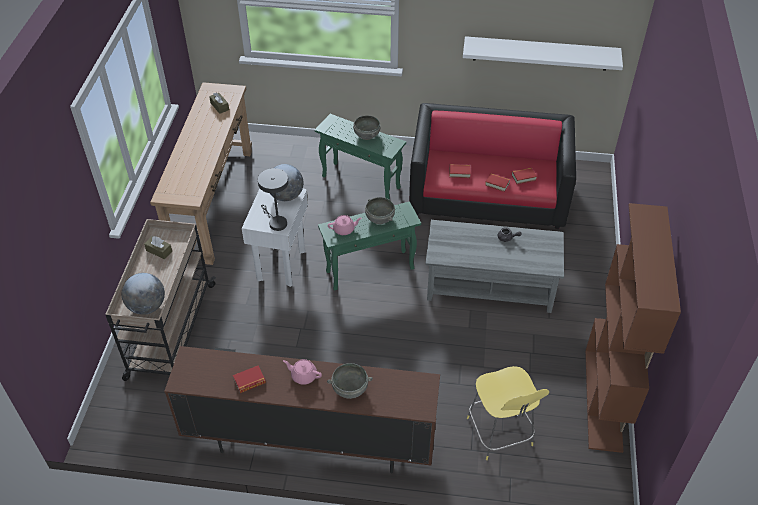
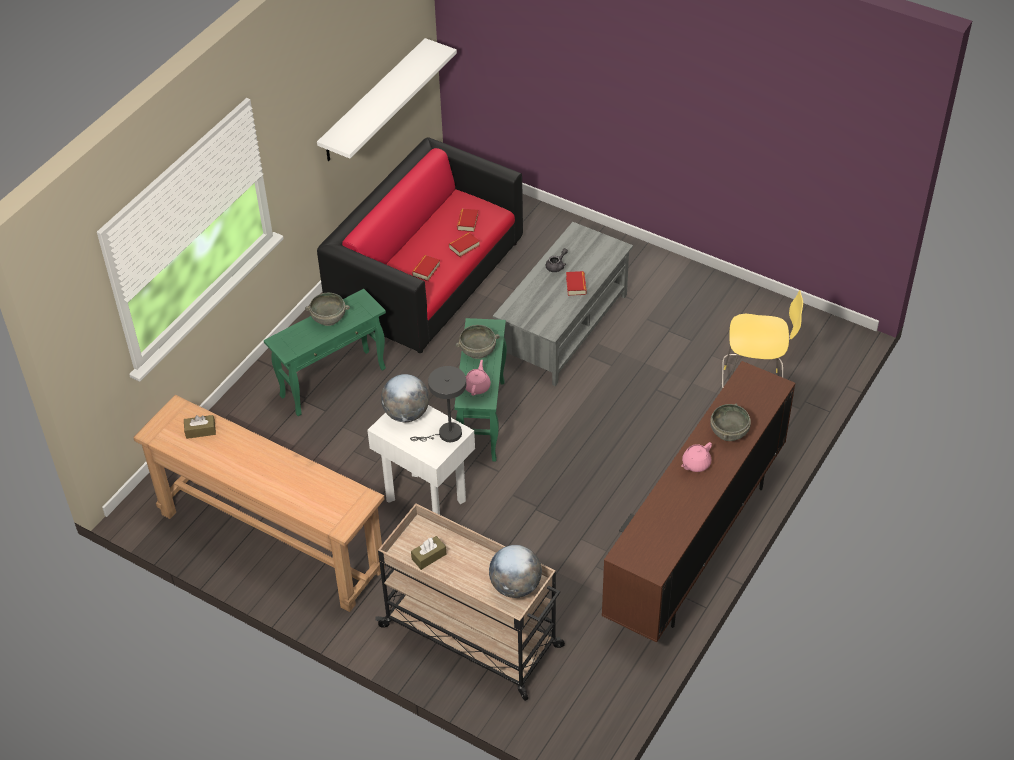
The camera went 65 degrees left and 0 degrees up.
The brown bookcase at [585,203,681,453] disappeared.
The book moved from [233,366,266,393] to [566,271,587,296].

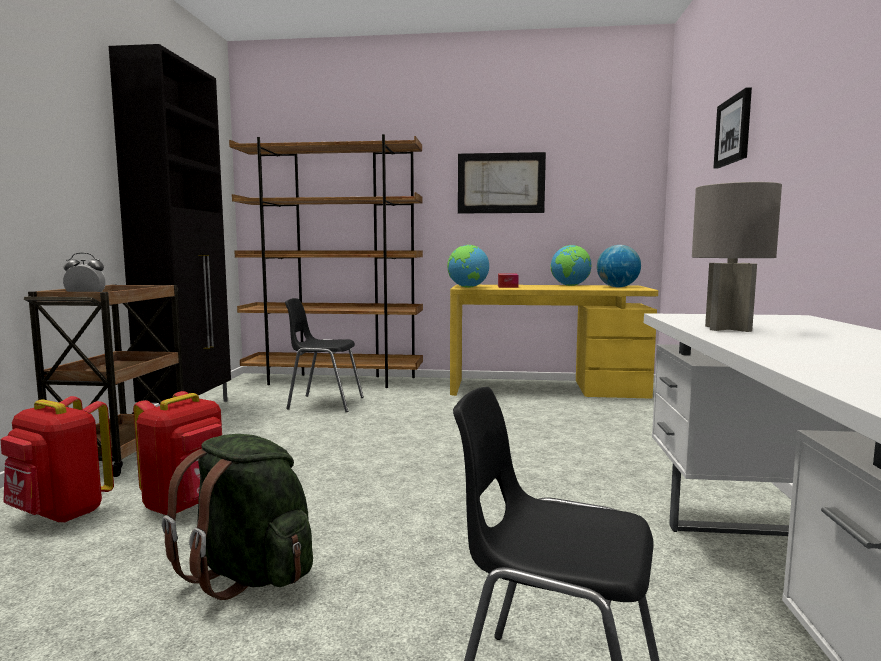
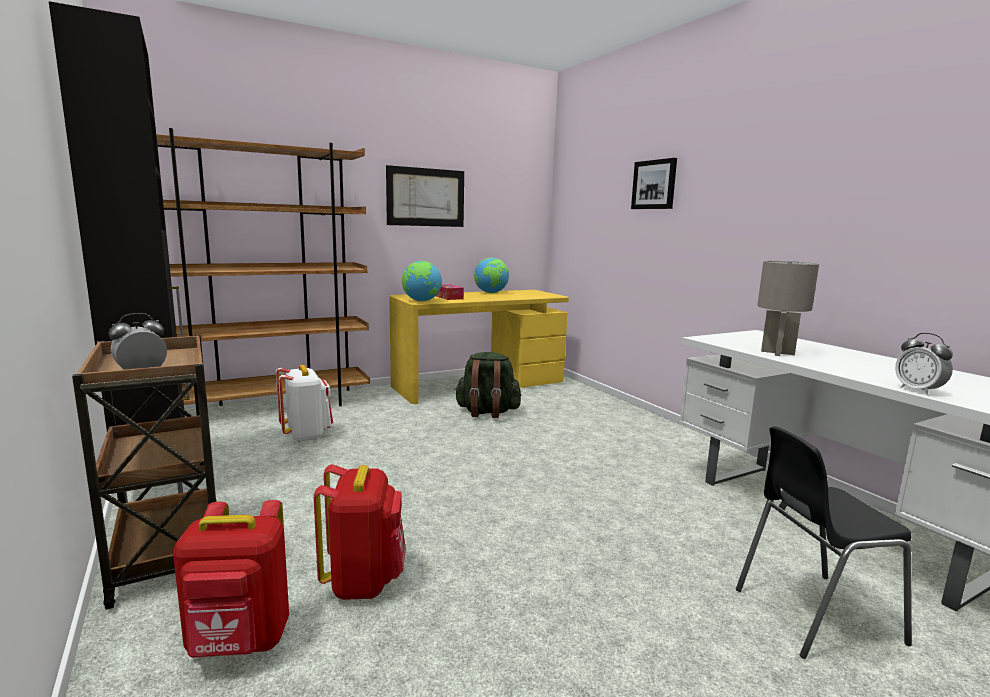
The camera went 35 degrees left and 5 degrees up.
The globe at [597,245,641,287] disappeared.
The alarm clock at [895,333,953,395] appeared.
The green backpack moved from [162,434,313,600] to [454,352,521,418].
The black chair at [285,298,364,412] was replaced by the white backpack at [276,365,333,443].

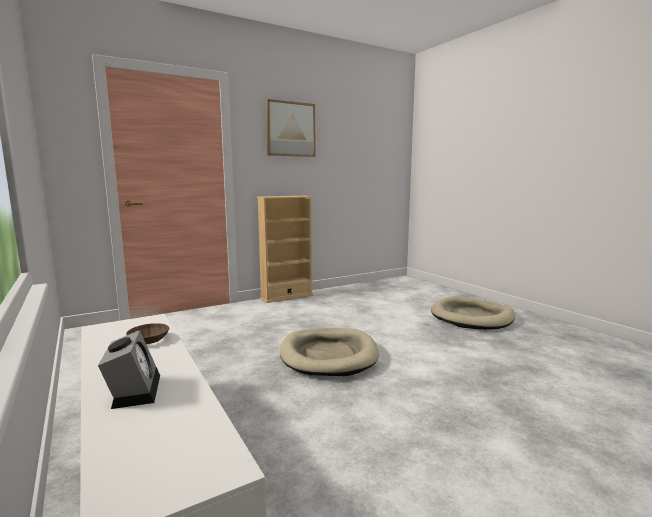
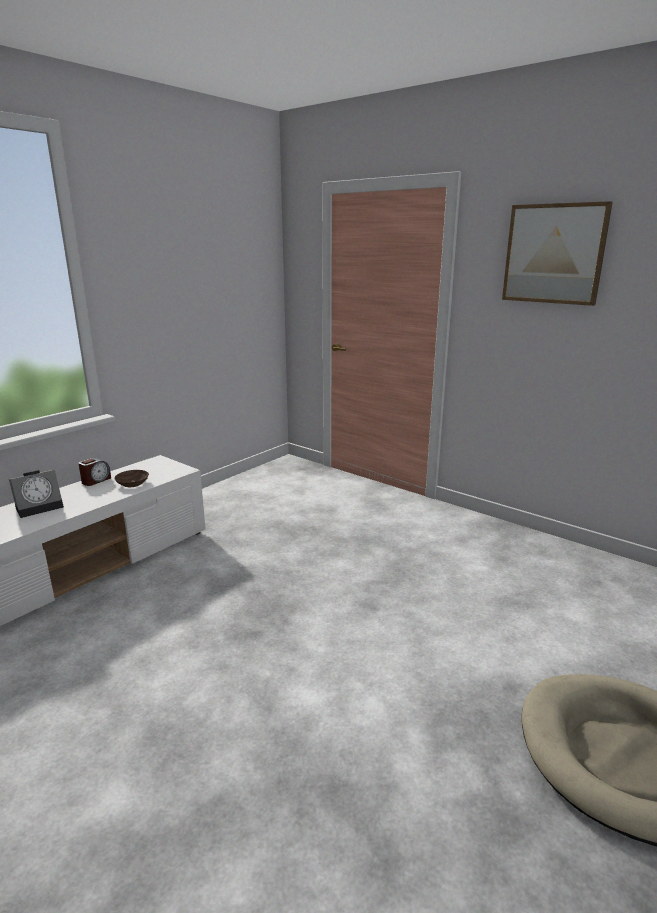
The camera went 70 degrees right and 10 degrees up.
The beige bookcase at [257,196,313,303] disappeared.
The beige dog bed at [280,328,379,376] disappeared.
The alarm clock at [78,458,111,486] appeared.

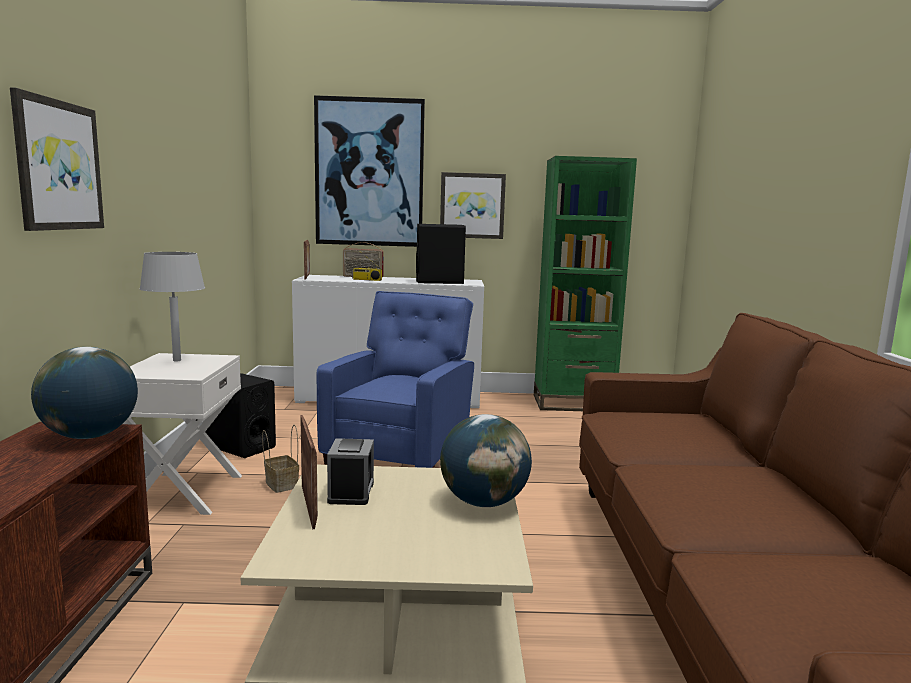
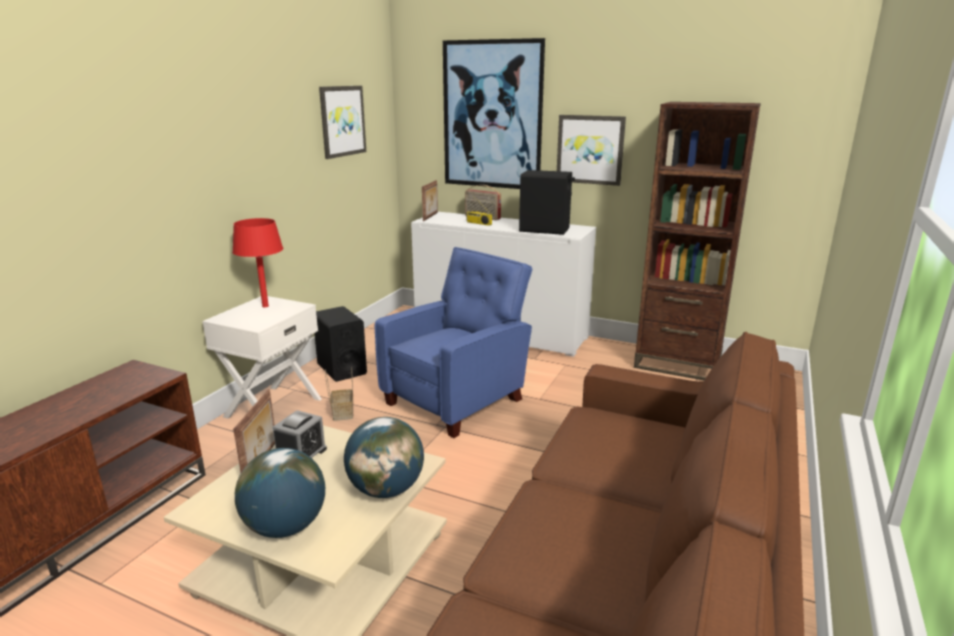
The camera went 25 degrees right and 10 degrees up.
The picture moved from [10,87,104,231] to [319,86,366,159].
The globe moved from [31,347,138,439] to [235,448,325,538].
The grey table lamp at [139,252,205,361] became the red table lamp at [232,218,283,307].
The green bookcase at [534,156,637,411] became the brown bookcase at [634,102,761,380].

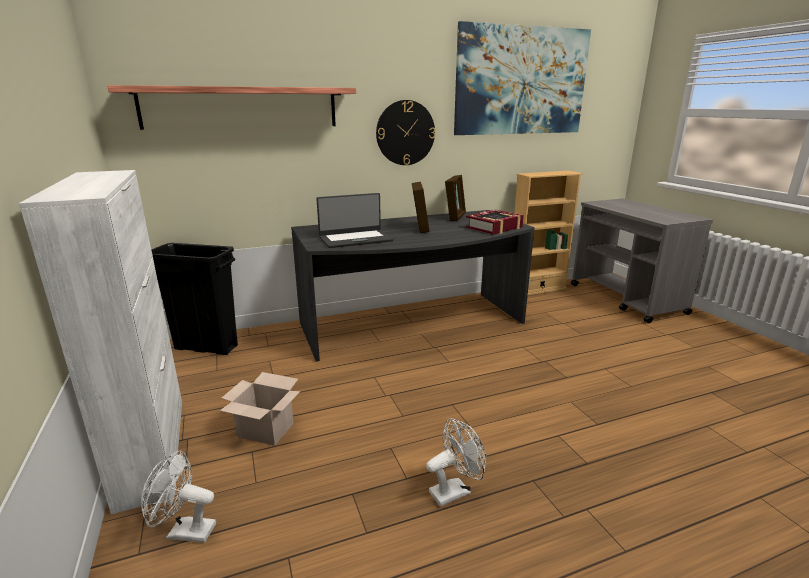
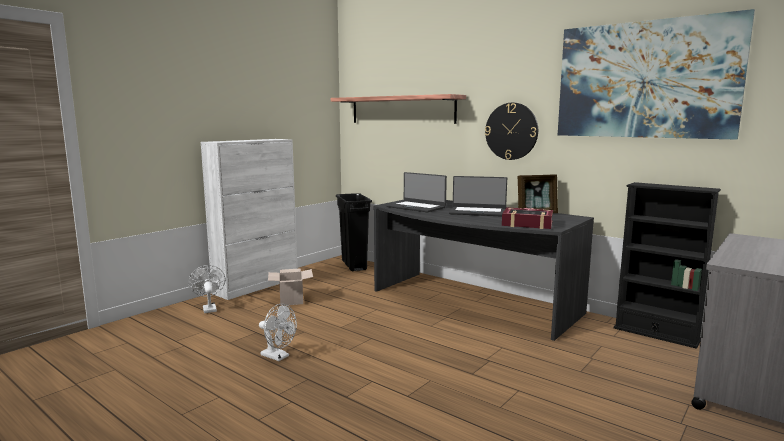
The camera went 60 degrees right and 10 degrees down.
The picture frame at [412,182,430,233] was replaced by the laptop at [449,176,507,216].
The beige bookcase at [514,171,583,296] became the black bookcase at [614,182,721,349].

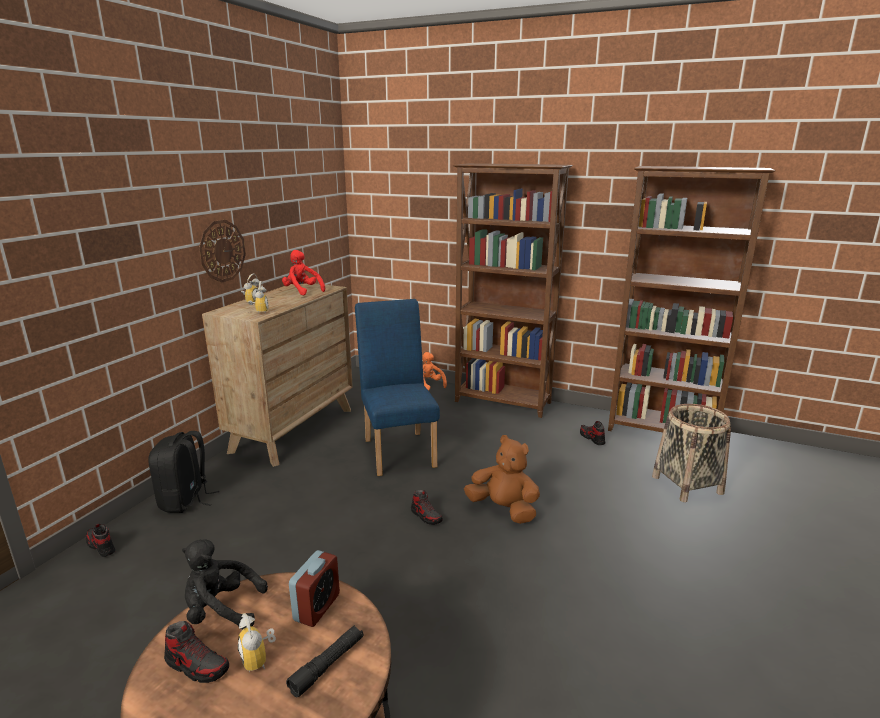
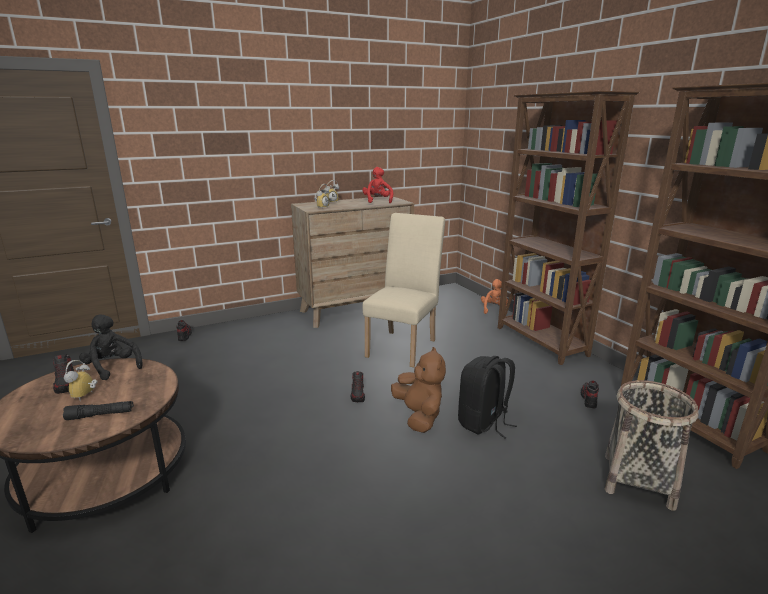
The camera went 40 degrees right and 0 degrees up.
The wall clock at [199,220,246,283] disappeared.
The alarm clock at [289,550,340,627] disappeared.
The black backpack moved from [148,431,219,513] to [458,356,517,439].
The blue chair at [355,299,440,476] became the beige chair at [363,213,445,367].

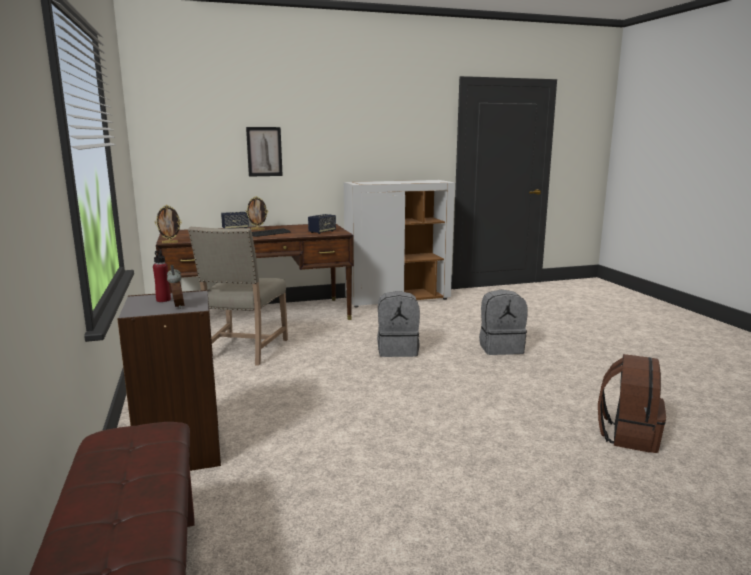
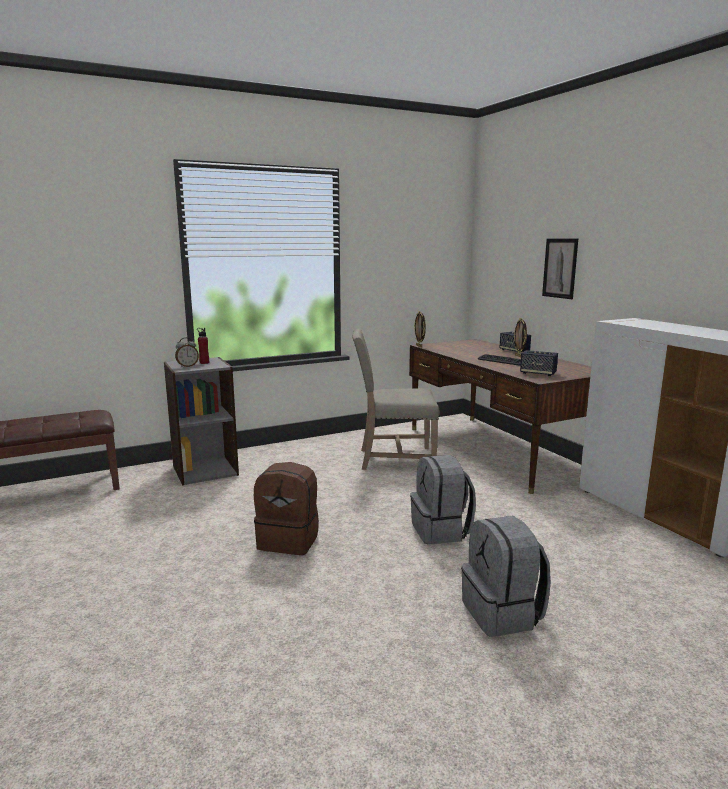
The camera went 80 degrees right and 0 degrees up.
The brown backpack moved from [598,354,666,453] to [254,462,319,555].

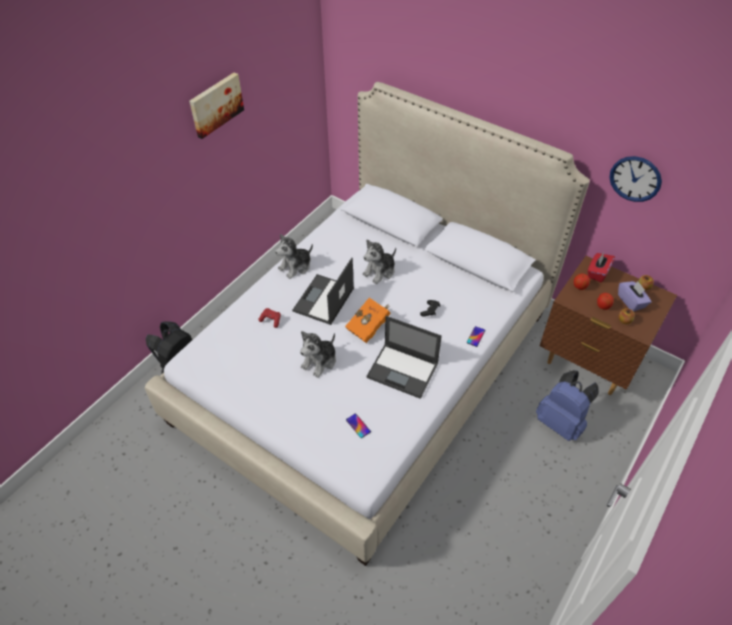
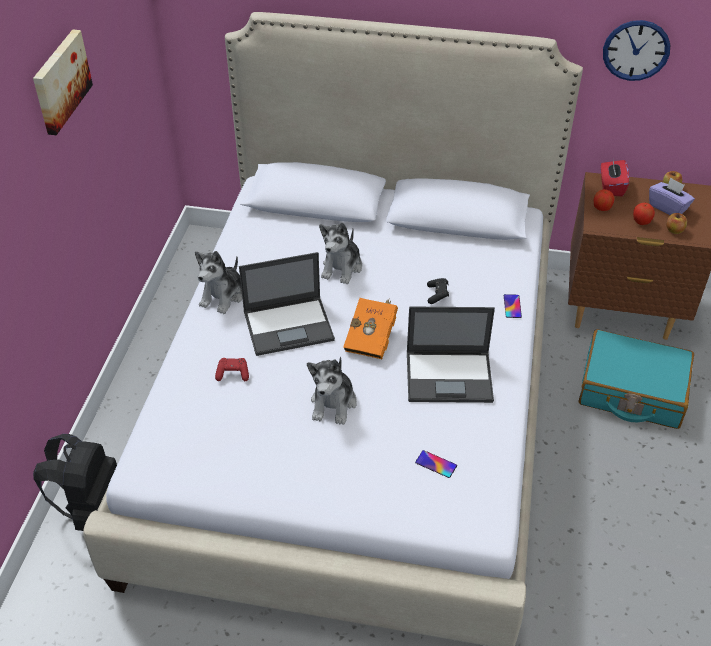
The camera went 25 degrees left and 5 degrees down.
The blue backpack at [536,370,599,441] was replaced by the turquoise suitcase at [579,329,694,429].
The laptop at [292,258,354,325] turned 105 degrees counterclockwise.

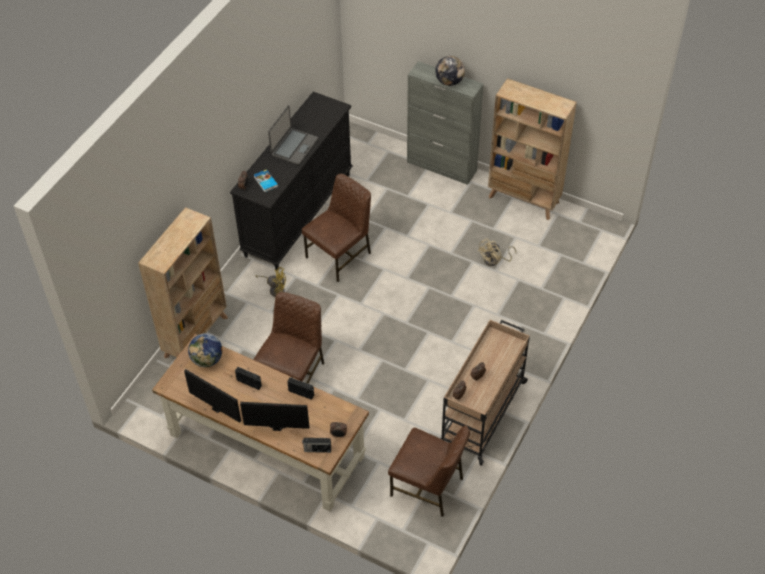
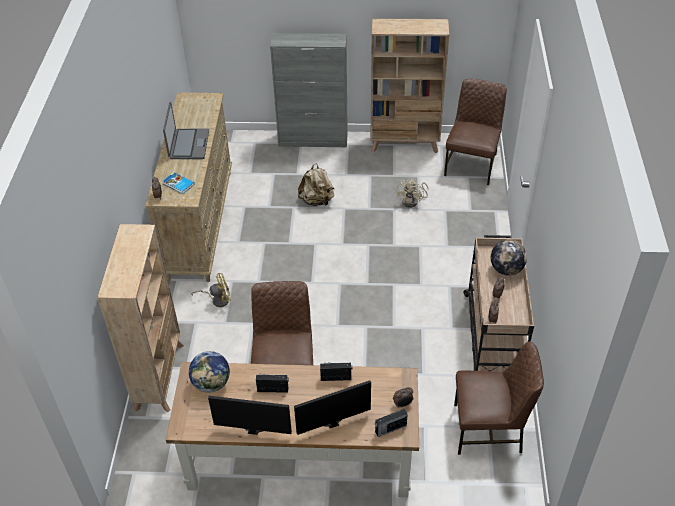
The camera went 25 degrees left and 5 degrees down.
The beige backpack at [298,164,334,206] appeared.
The brown chair moved from [302,174,371,282] to [444,78,507,185].
The globe moved from [435,56,465,86] to [491,239,527,275].
The black dresser at [230,92,353,271] became the beige dresser at [146,92,232,282].

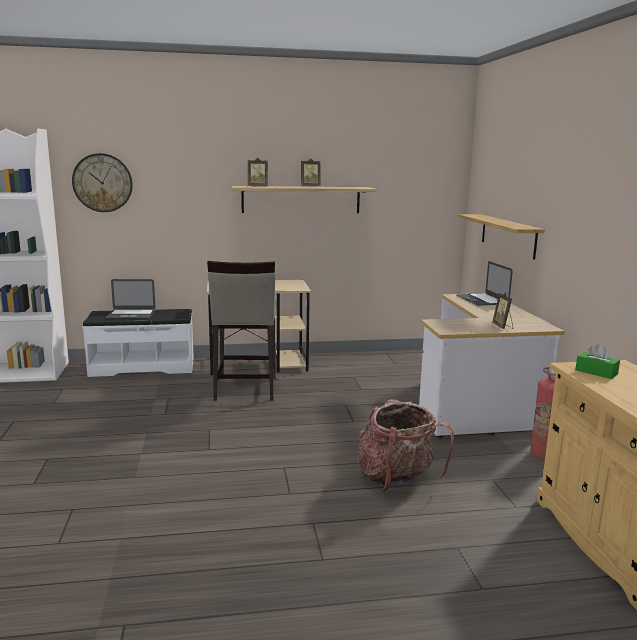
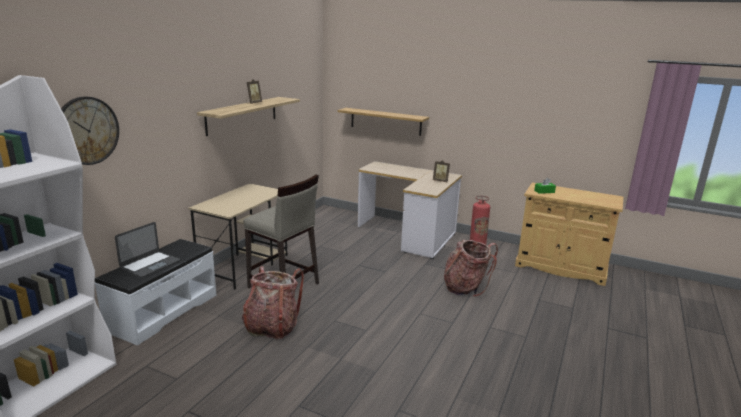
The camera went 55 degrees left and 5 degrees up.
The picture frame at [248,158,268,187] disappeared.
The laptop at [456,261,513,306] disappeared.
The backpack at [242,266,304,339] appeared.

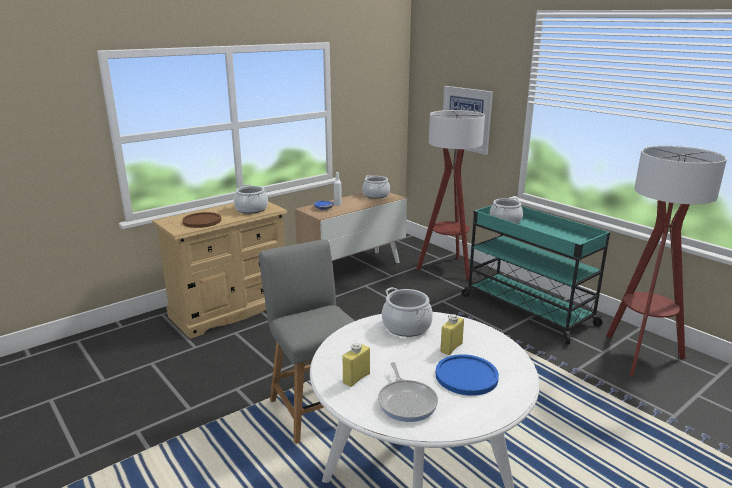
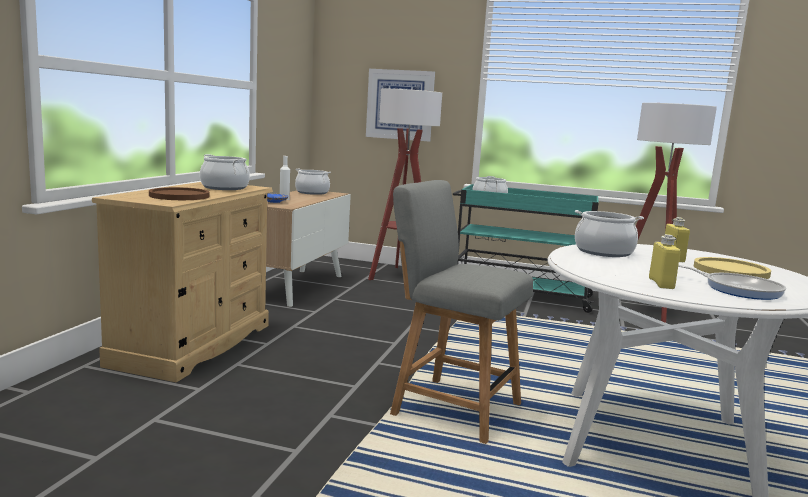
The camera went 35 degrees left and 10 degrees down.
The blue plate at [436,354,499,396] became the yellow plate at [694,257,771,279].

